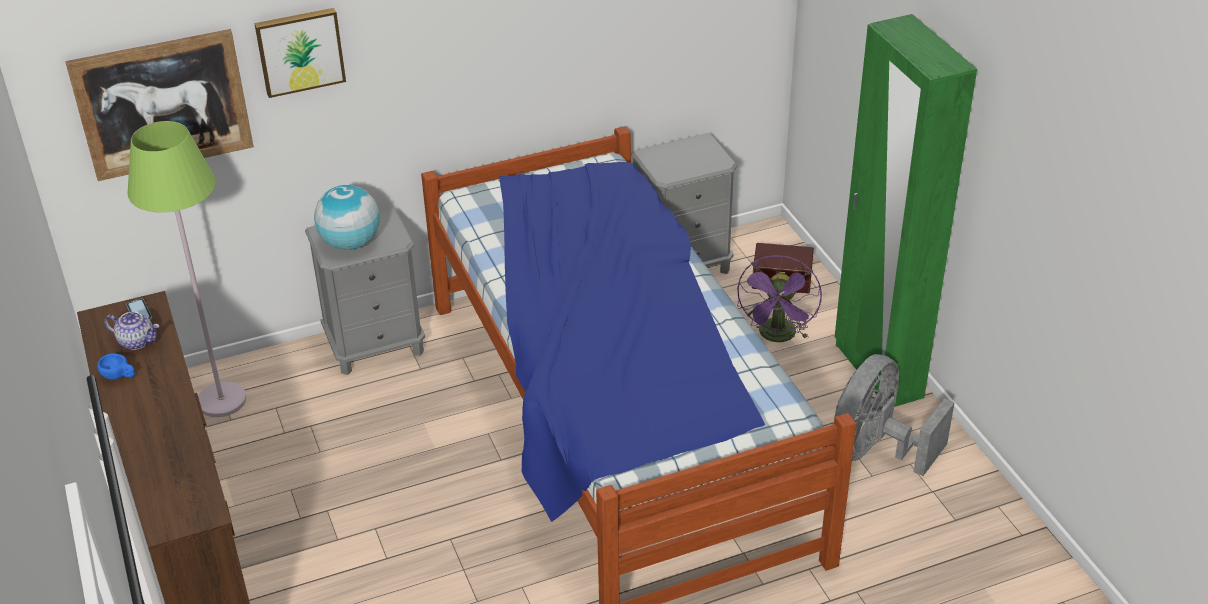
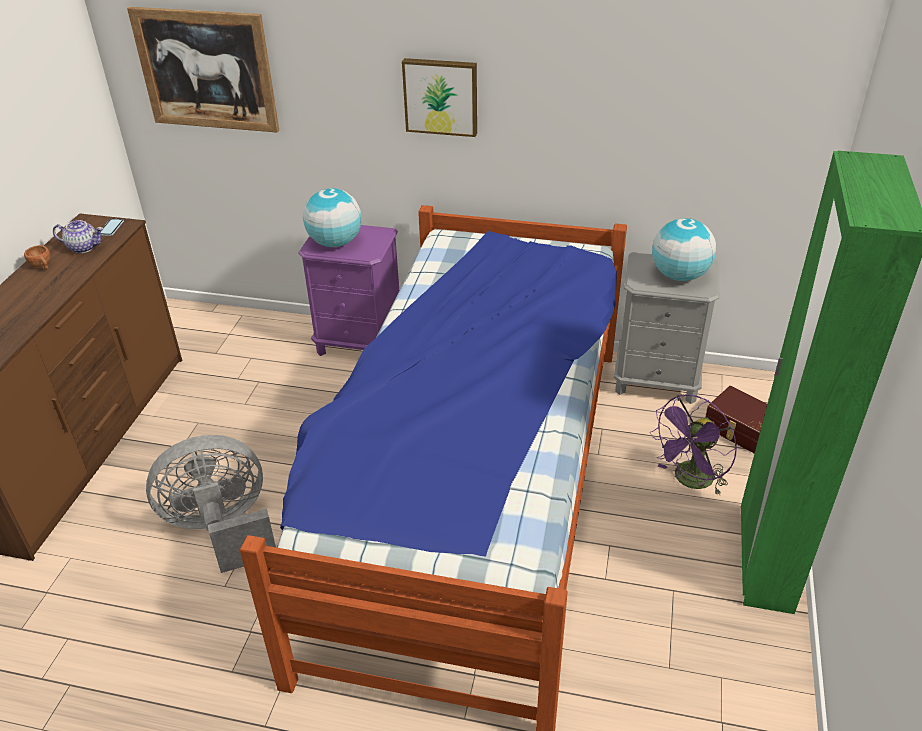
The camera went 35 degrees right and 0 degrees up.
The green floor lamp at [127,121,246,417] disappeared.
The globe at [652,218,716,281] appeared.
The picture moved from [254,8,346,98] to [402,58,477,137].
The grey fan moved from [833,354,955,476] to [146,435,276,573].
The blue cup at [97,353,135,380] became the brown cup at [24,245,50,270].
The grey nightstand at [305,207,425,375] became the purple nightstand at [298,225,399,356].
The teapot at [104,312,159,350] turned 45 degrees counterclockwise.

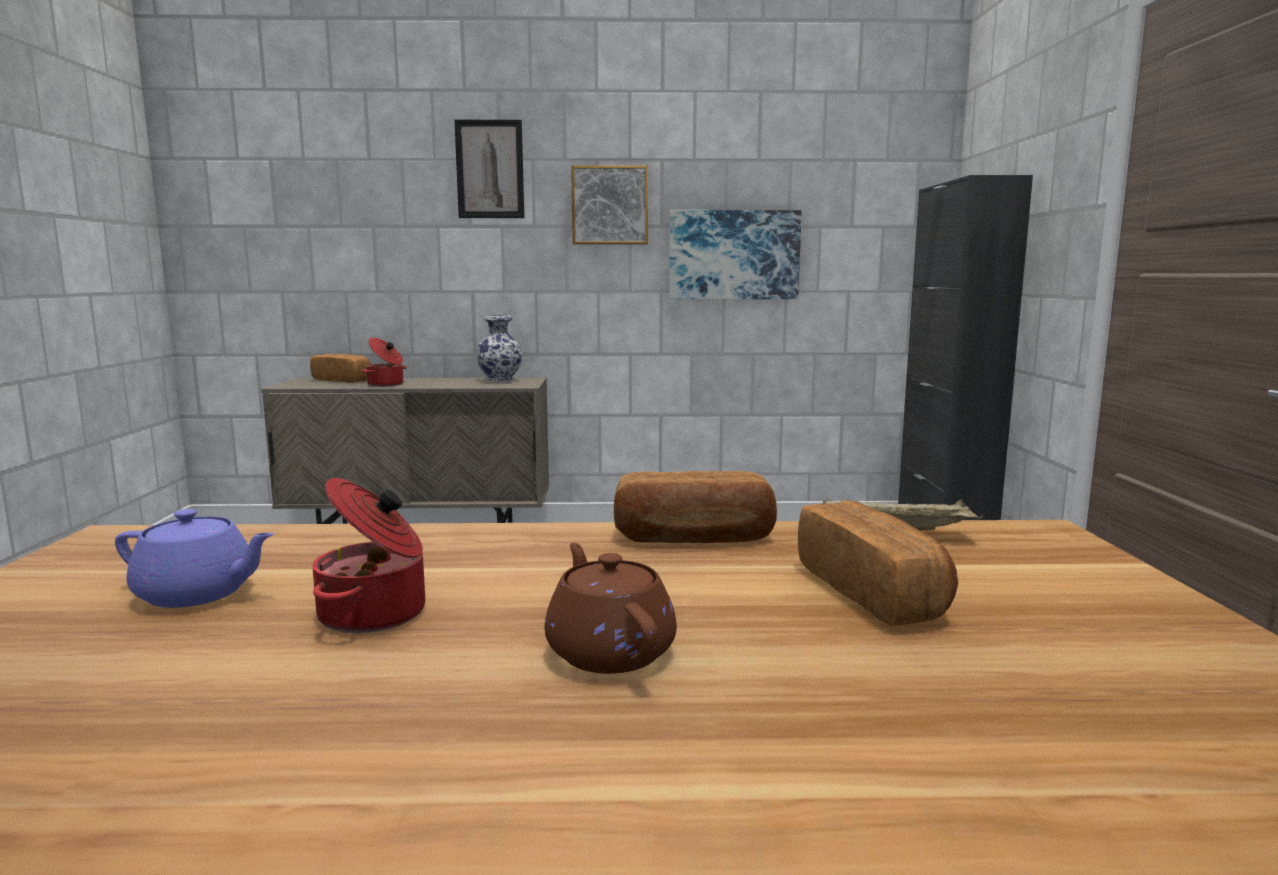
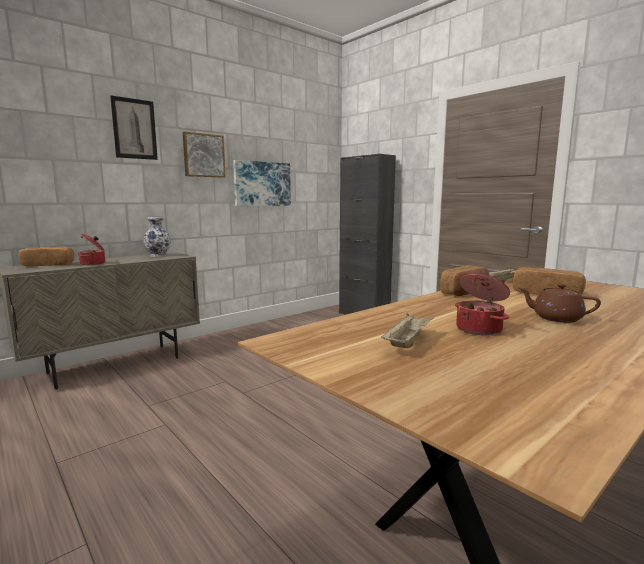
The camera went 40 degrees left and 0 degrees up.
The purple teapot at [115,509,274,608] was replaced by the beige tray at [381,313,434,348].

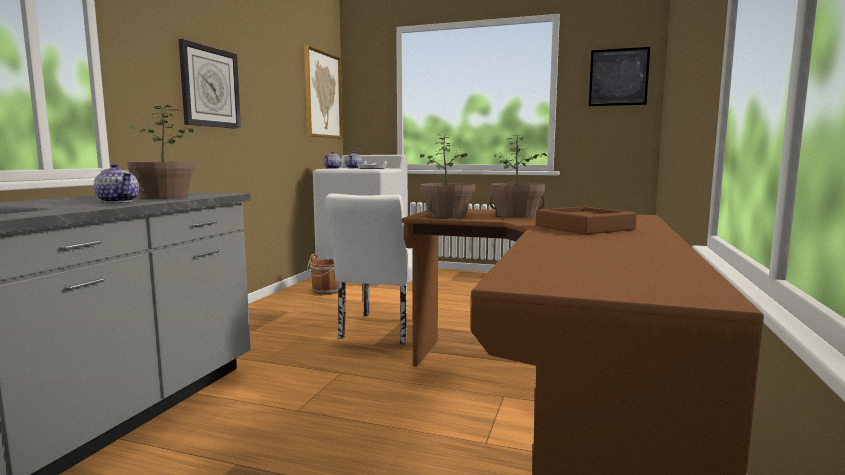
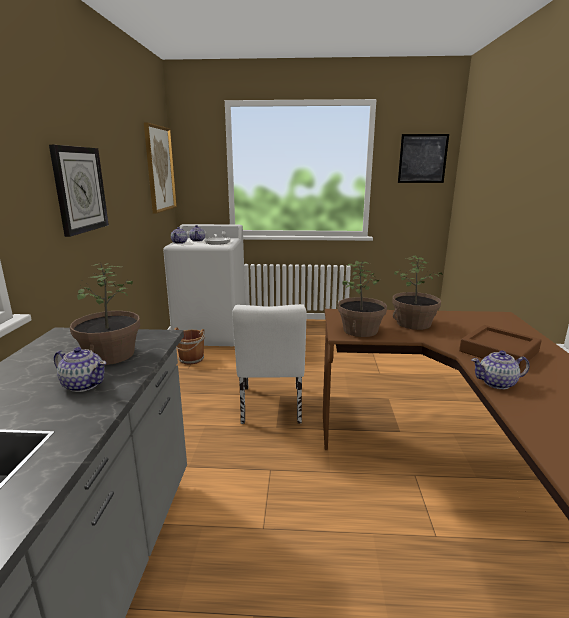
The camera went 15 degrees left and 10 degrees up.
The teapot at [471,350,530,389] appeared.

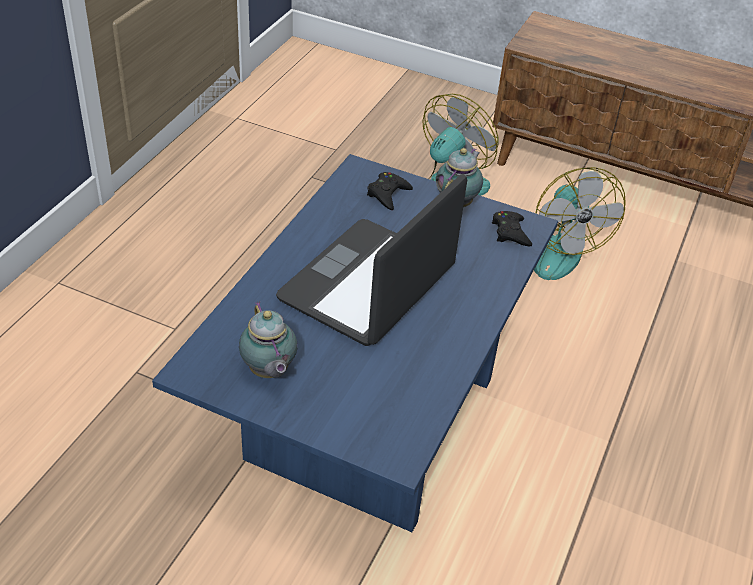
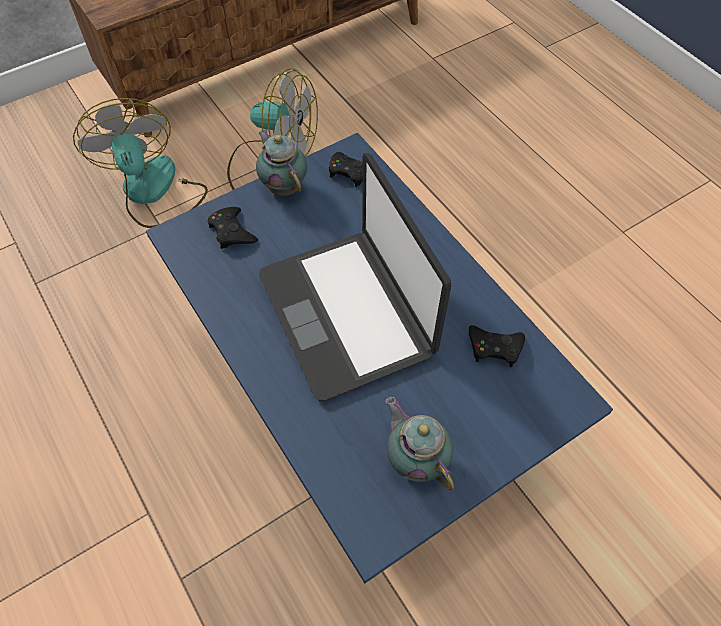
The camera went 55 degrees left and 15 degrees up.
The black game controller at [469,325,525,367] appeared.
The teapot at [239,301,297,378] turned 135 degrees counterclockwise.

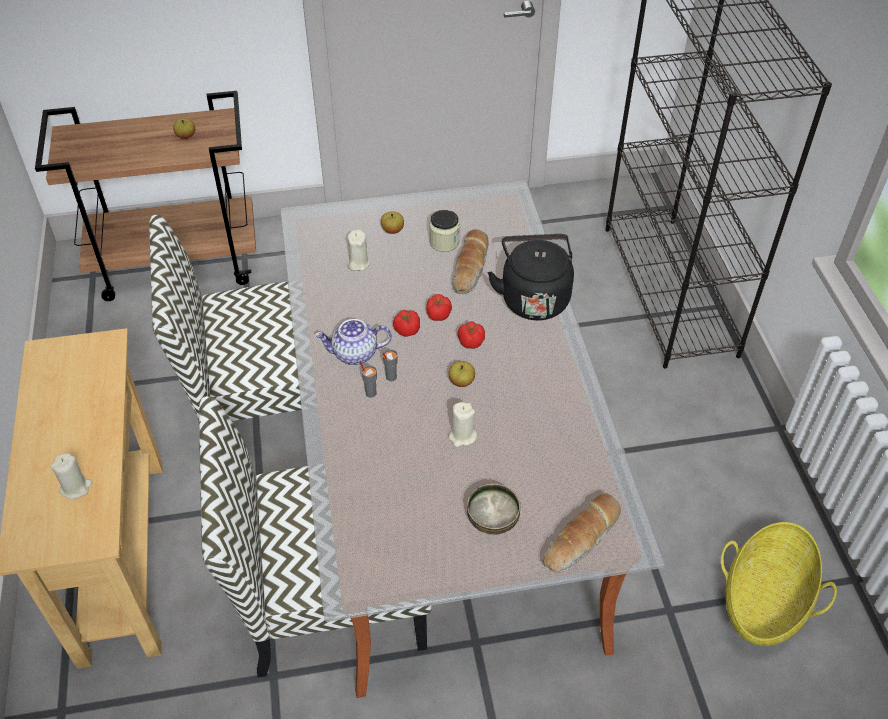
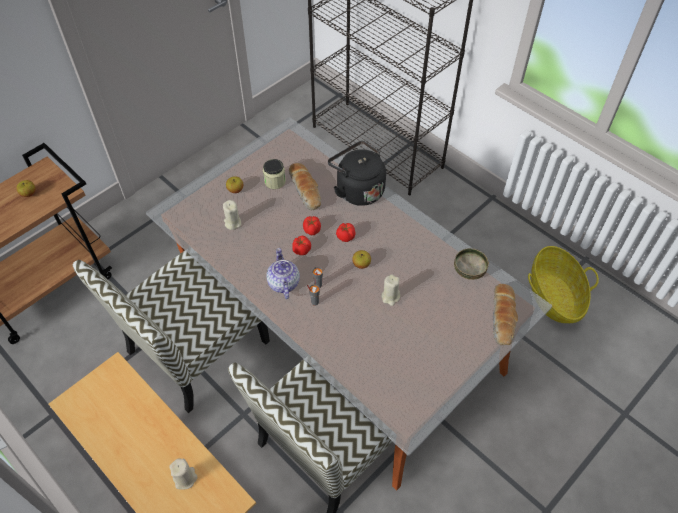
The camera went 35 degrees left and 5 degrees up.
The bowl moved from [467,484,520,535] to [454,248,489,280].
The teapot at [315,319,392,365] turned 120 degrees clockwise.

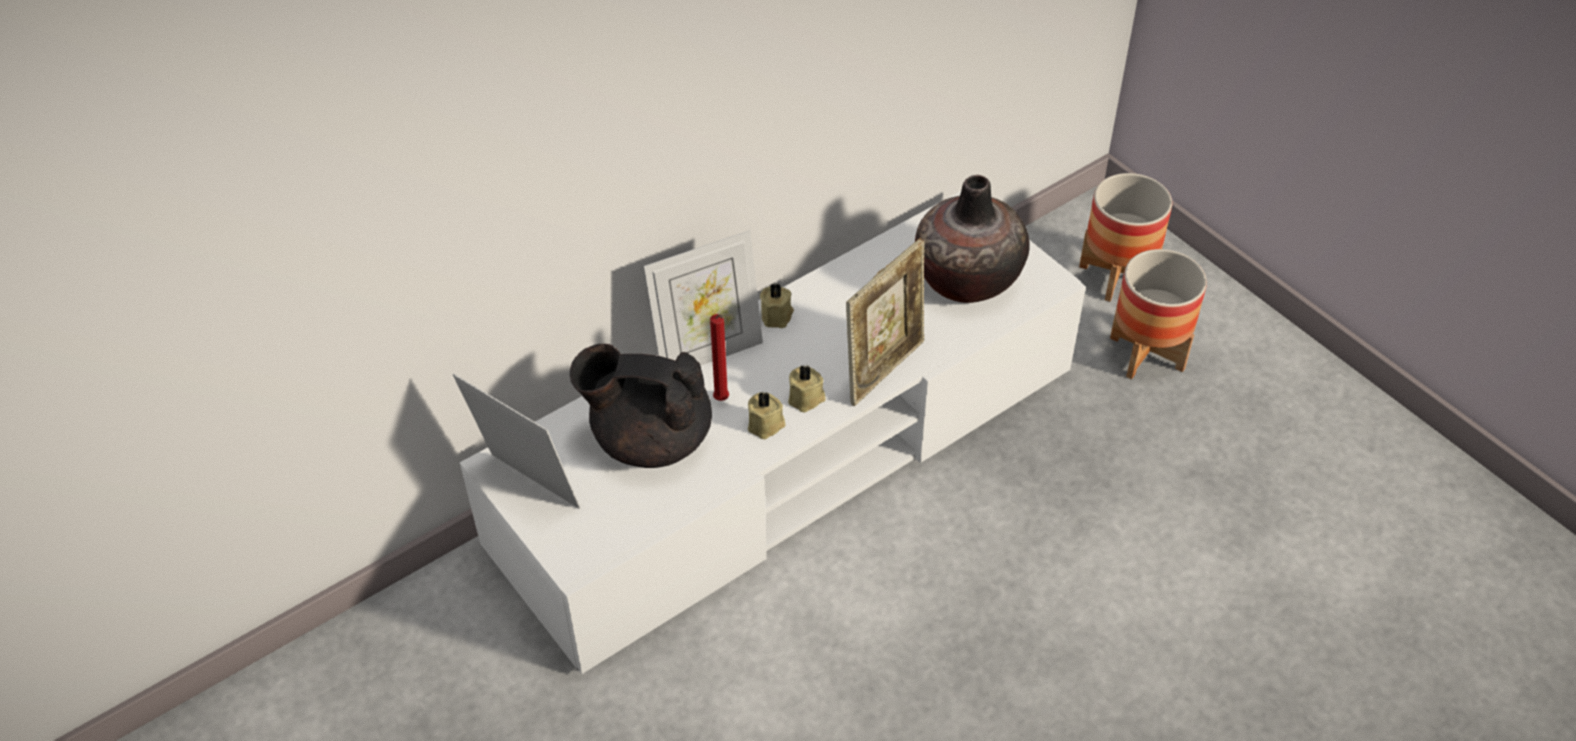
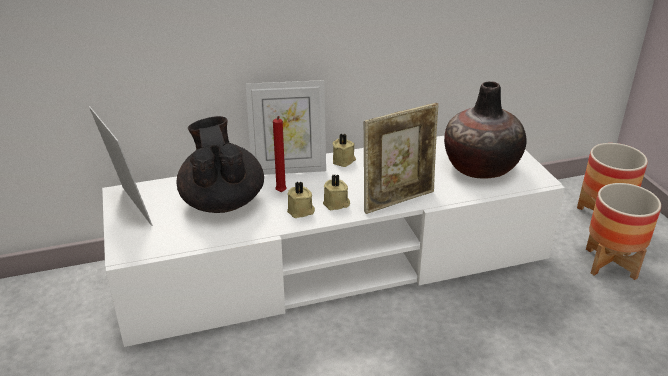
The camera went 20 degrees right and 15 degrees down.
The black teapot at [570,344,712,468] turned 45 degrees clockwise.

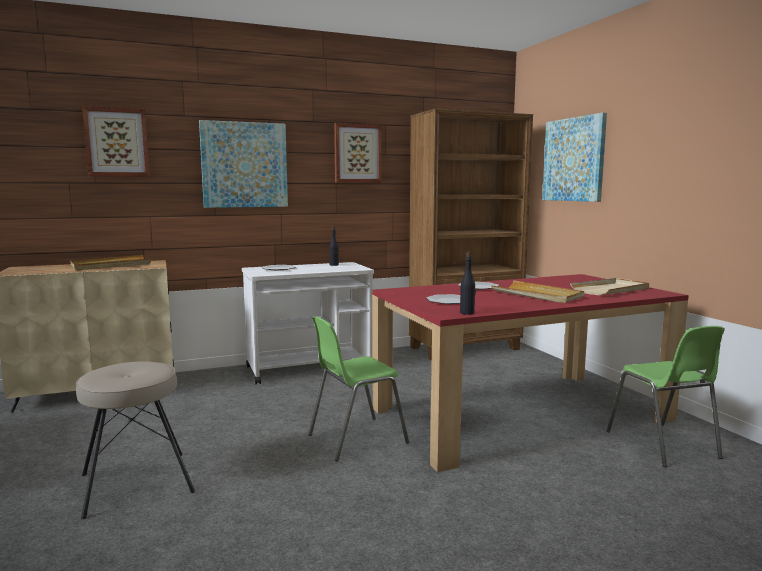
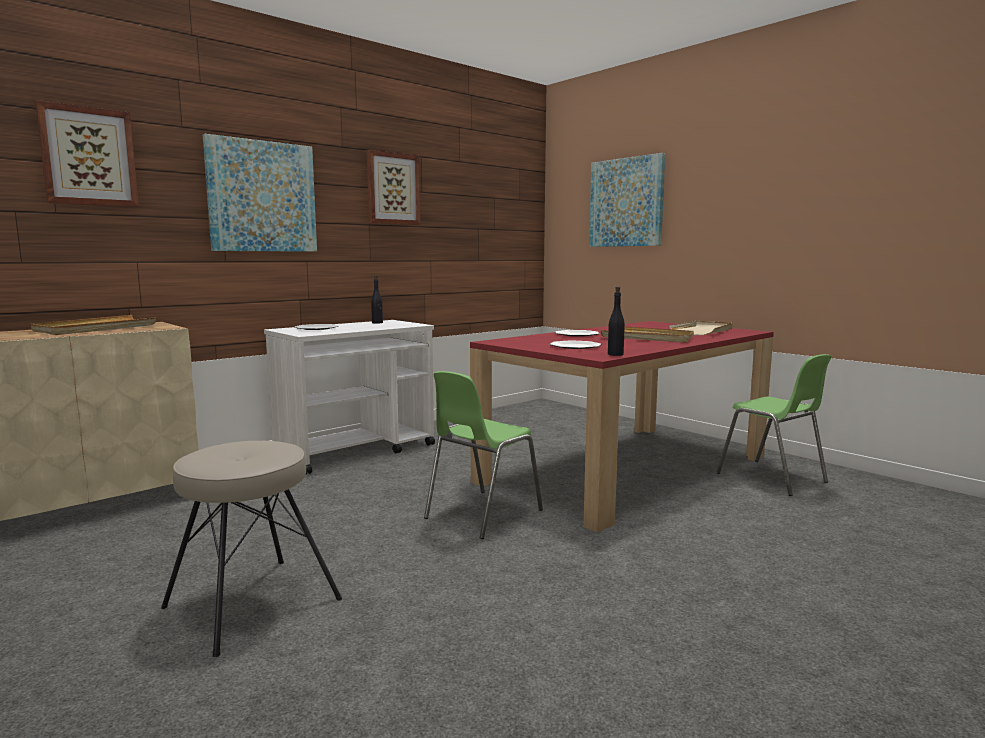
The camera went 20 degrees left and 0 degrees up.
The brown bookcase at [409,108,533,361] disappeared.

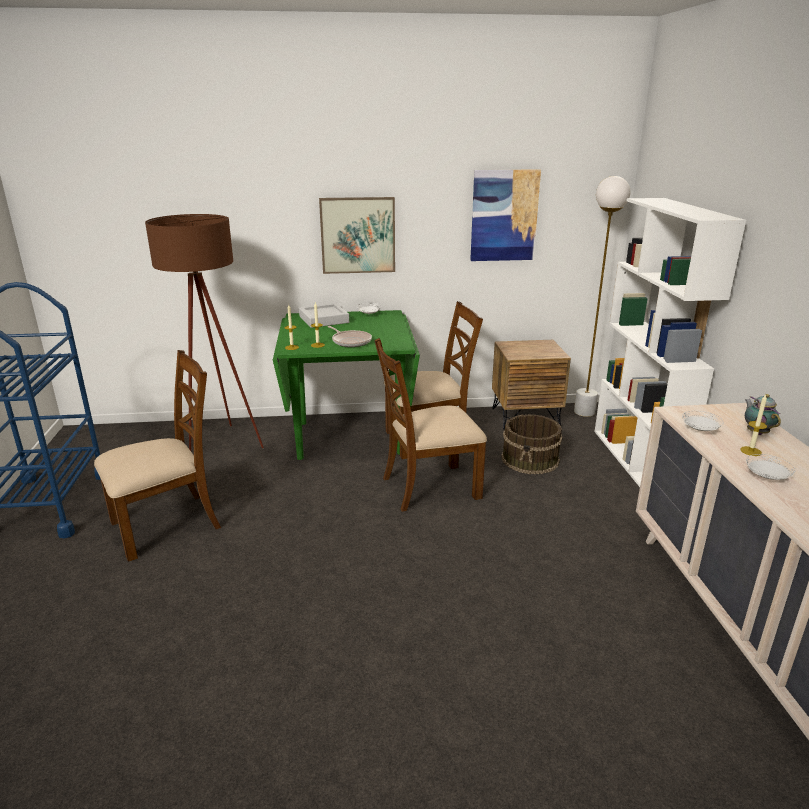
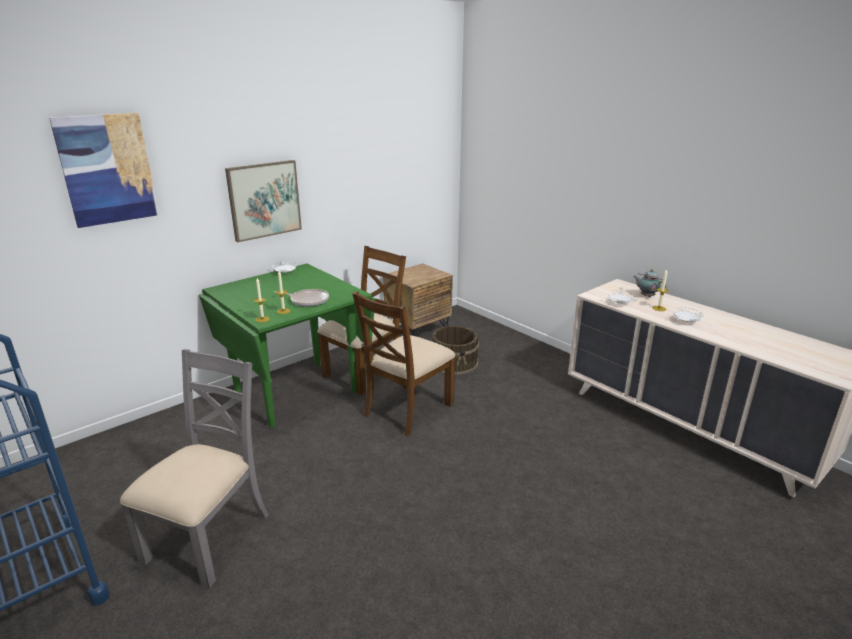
The camera went 35 degrees left and 0 degrees up.
The brown floor lamp at [145,214,264,451] disappeared.
The grey tray at [299,303,349,328] disappeared.
The white floor lamp at [574,176,630,417] disappeared.
The white bookcase at [594,198,746,487] disappeared.
The picture moved from [470,169,541,261] to [49,113,159,228].
The brown chair at [94,350,221,562] became the grey chair at [120,349,269,588].

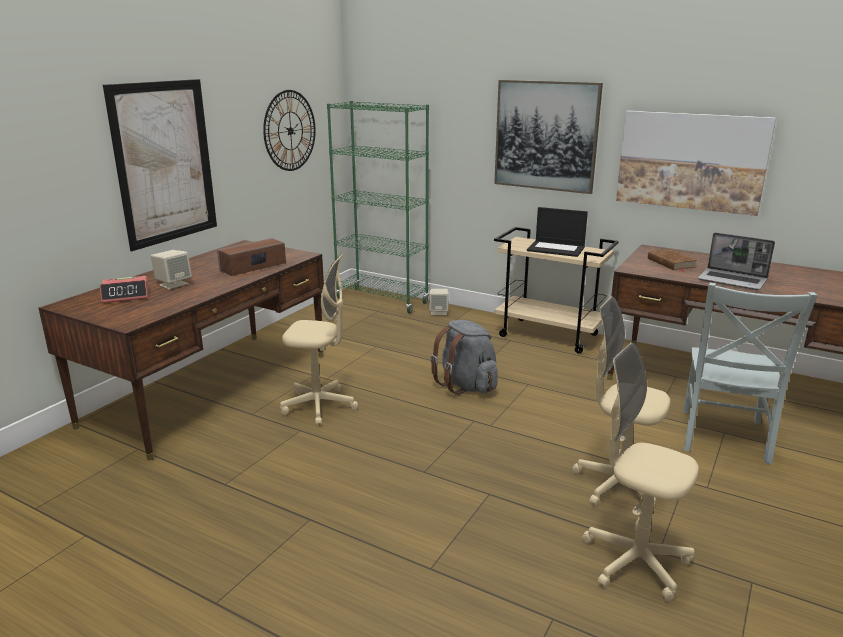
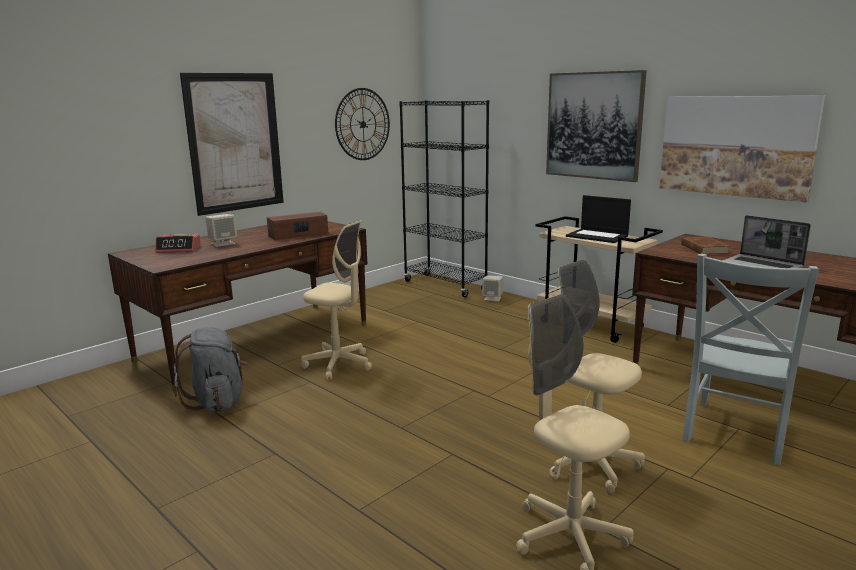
The camera went 15 degrees right and 5 degrees down.
The grey backpack moved from [430,320,498,395] to [173,327,248,412].
The green bookcase at [327,101,429,313] became the black bookcase at [399,100,489,298].

